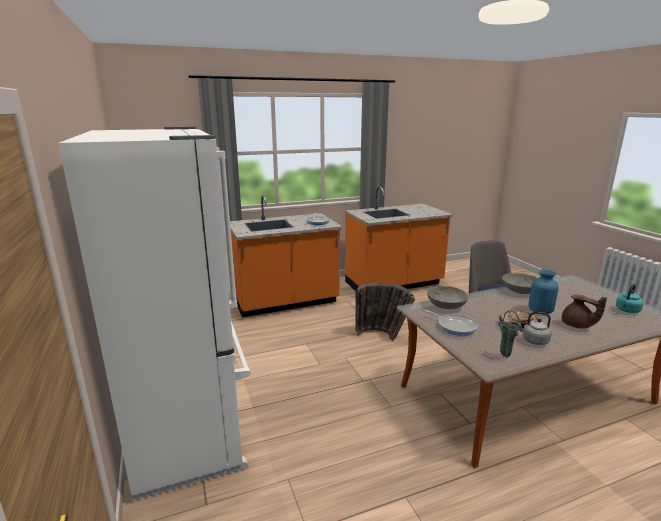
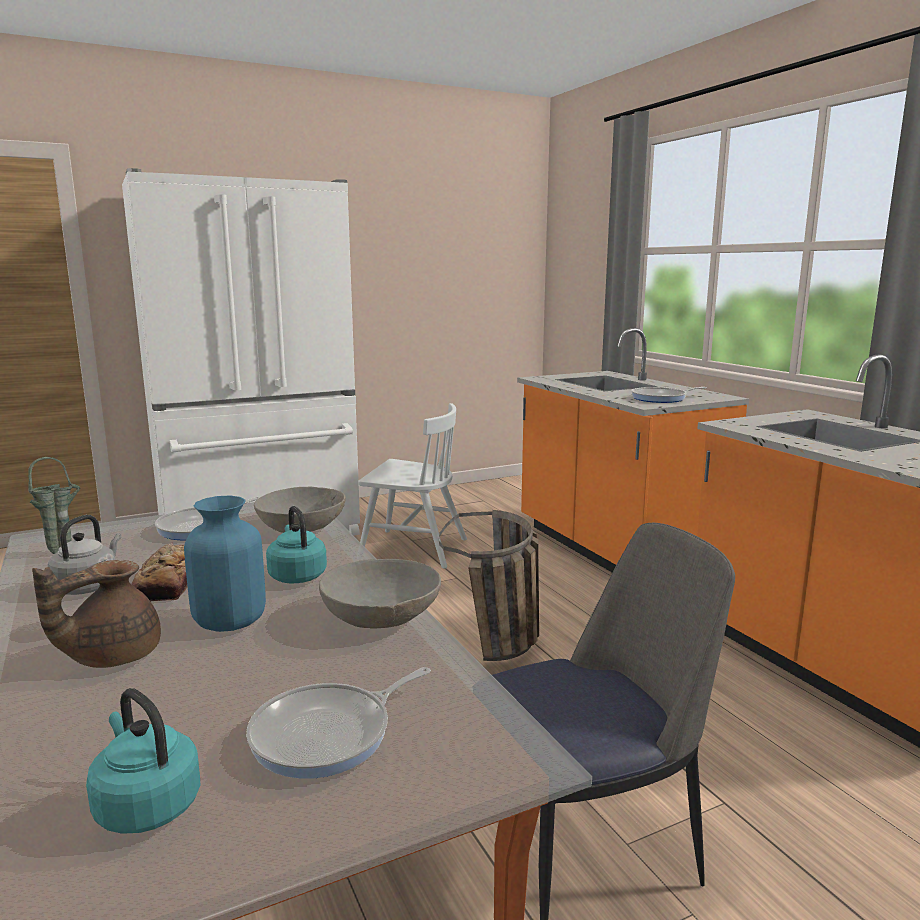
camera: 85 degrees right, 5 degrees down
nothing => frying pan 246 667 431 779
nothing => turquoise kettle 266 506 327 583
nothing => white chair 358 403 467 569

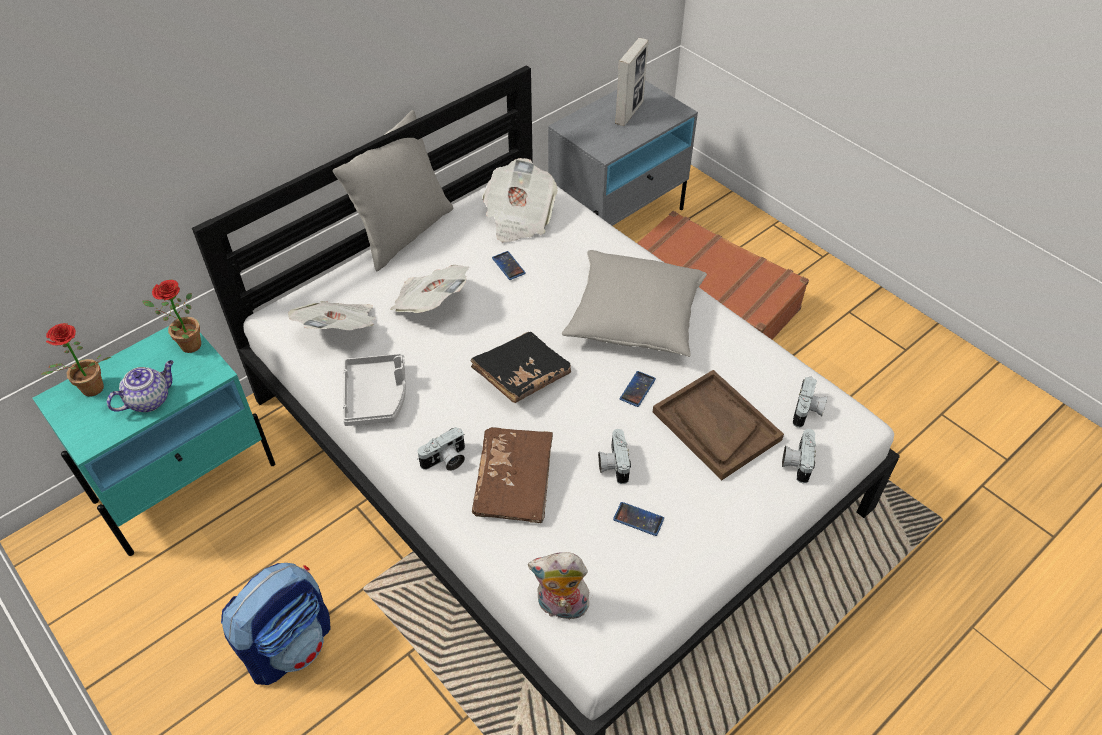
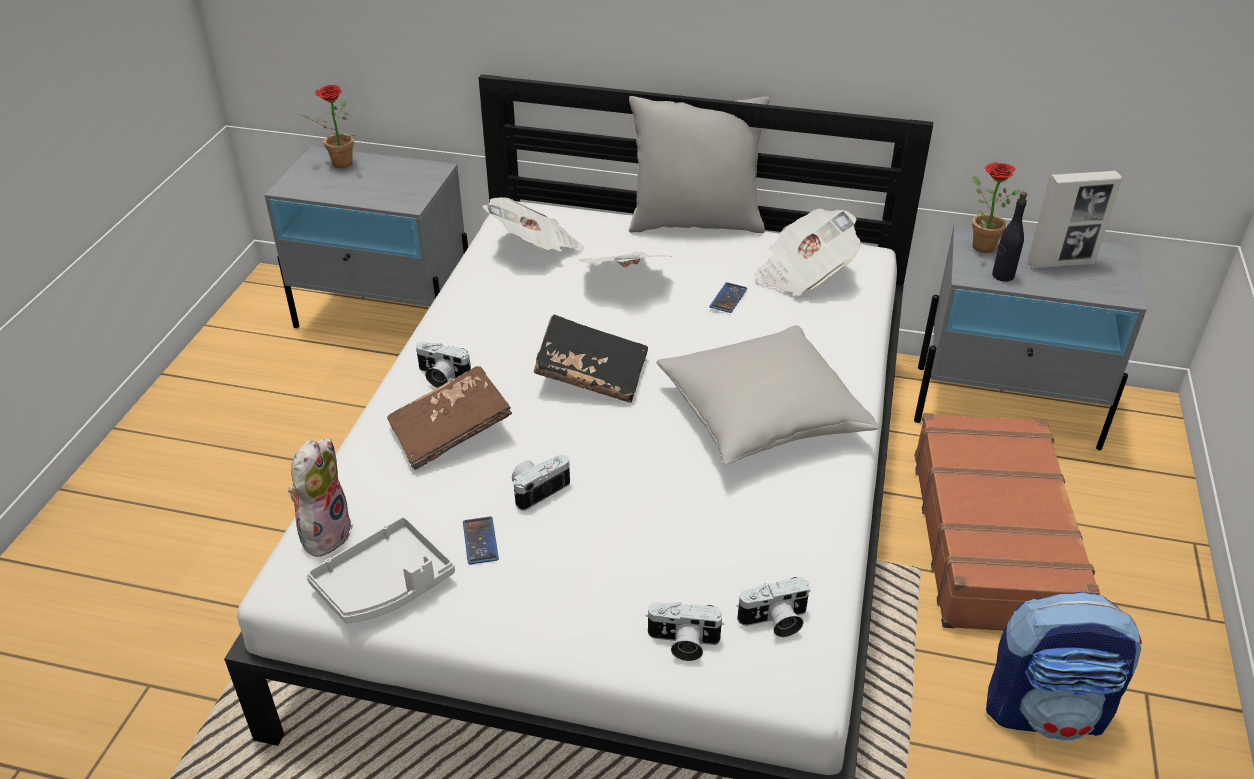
camera: 55 degrees right, 10 degrees down
teapot 107 360 174 412 => nothing
phone 620 371 656 407 => nothing
brown tray 653 370 784 481 => nothing
nothing => black bottle 992 192 1027 282
potted plant 142 280 201 353 => potted plant 972 162 1021 253, move
backpack 221 563 331 685 => backpack 986 592 1142 741, move
grey tray 343 353 406 426 => grey tray 306 517 455 624, move
turquoise nightstand 33 326 275 556 => grey nightstand 264 146 468 328
plush toy 528 552 589 624 => plush toy 288 438 353 560, 45 degrees clockwise
photo camera 782 429 816 483 => photo camera 645 602 725 661, 150 degrees counterclockwise

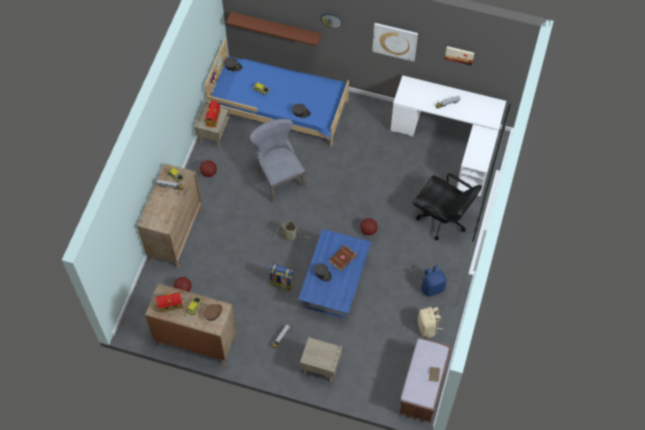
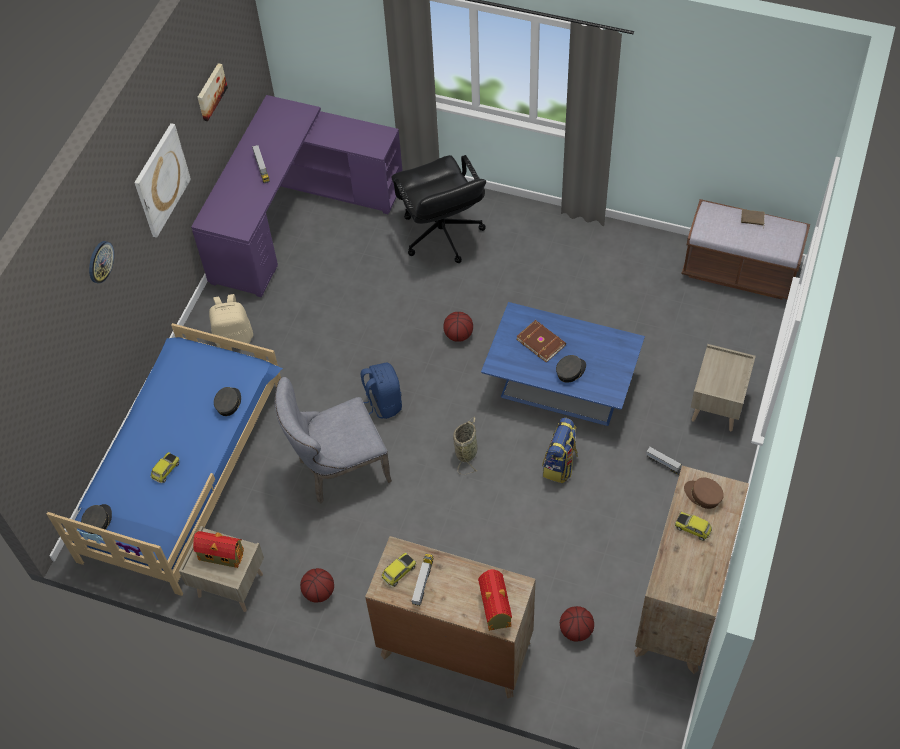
camera: 85 degrees left, 5 degrees down
brown shelf 226 12 321 46 => nothing
toy house 156 292 183 312 => toy house 478 569 512 631, move
beige backpack 418 307 443 338 => beige backpack 209 294 253 348, move
blue backpack 421 265 447 297 => blue backpack 361 362 402 419, move
white desk 391 75 506 196 => purple desk 191 95 403 298
black office chair 413 173 482 240 => black office chair 391 155 486 263, 120 degrees clockwise

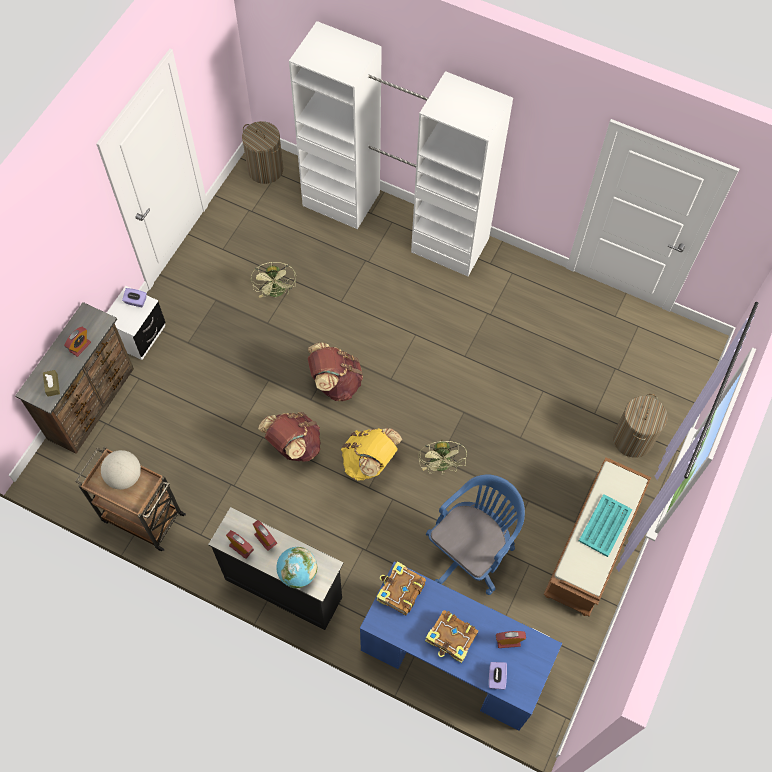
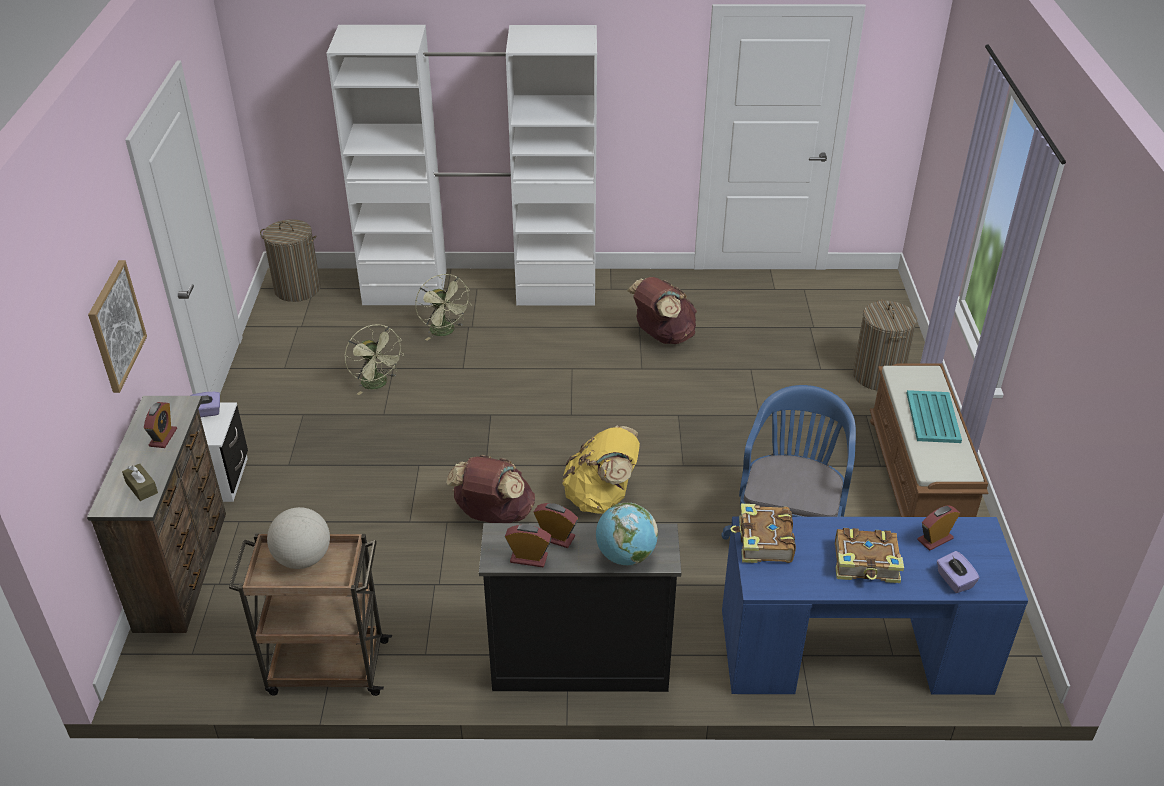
camera: 25 degrees left, 25 degrees down
nothing => picture 88 260 147 393
brown backpack 308 342 363 401 => brown backpack 626 277 697 344, move
green fan 418 440 467 475 => green fan 415 274 472 340, move

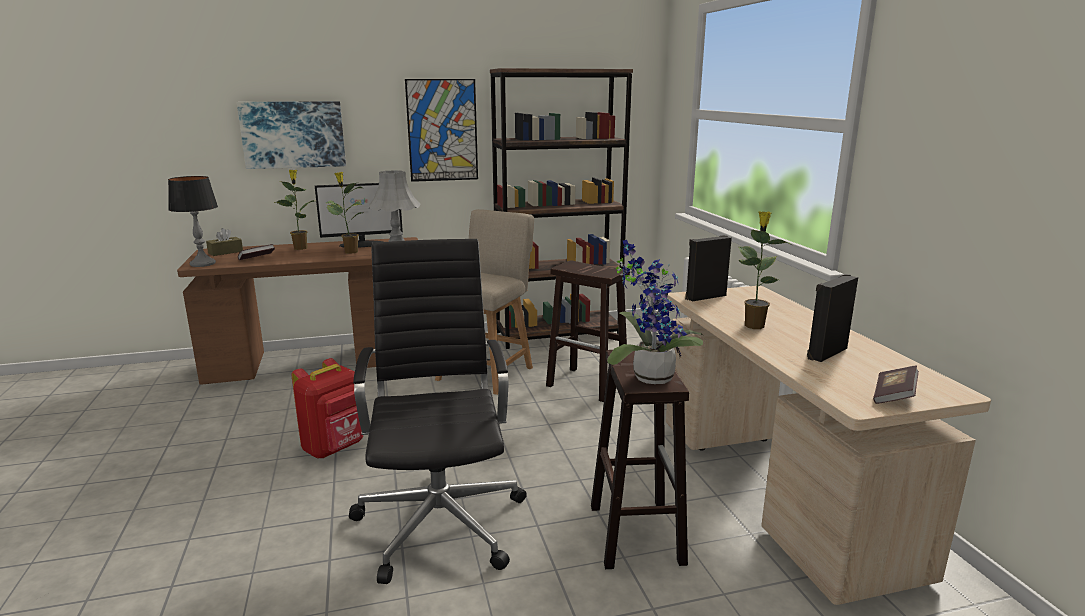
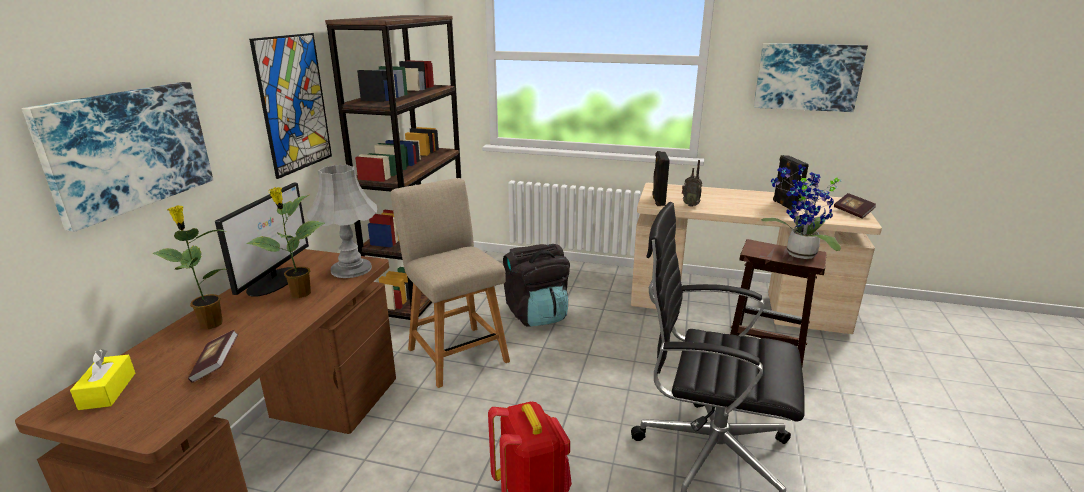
camera: 60 degrees left, 5 degrees up
table lamp 168 176 218 267 => nothing
potted plant 739 211 791 329 => nothing
nothing => radio 682 160 702 207
nothing => picture 754 43 868 112
brown stool 546 260 630 402 => black backpack 503 244 570 327
brown tissue box 206 228 243 256 => yellow tissue box 70 349 135 410

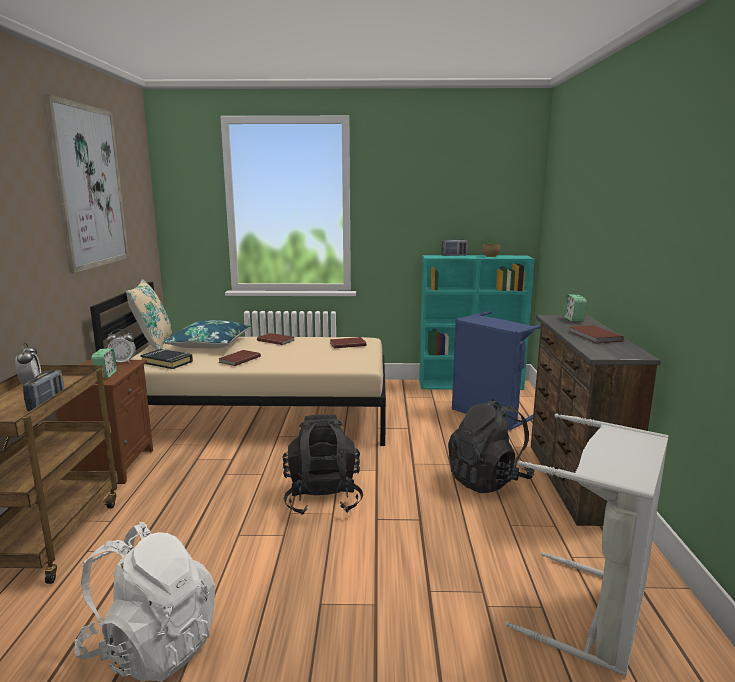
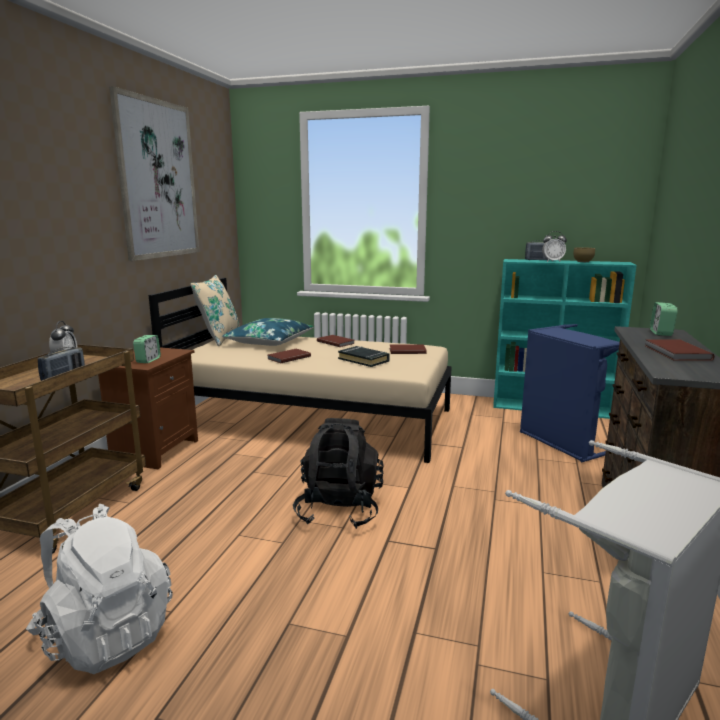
camera: 15 degrees right, 0 degrees up
black backpack 448 399 535 493 => nothing
alarm clock 106 329 136 363 => alarm clock 542 231 567 262, move
black book 140 349 193 369 => black book 338 346 390 367, move

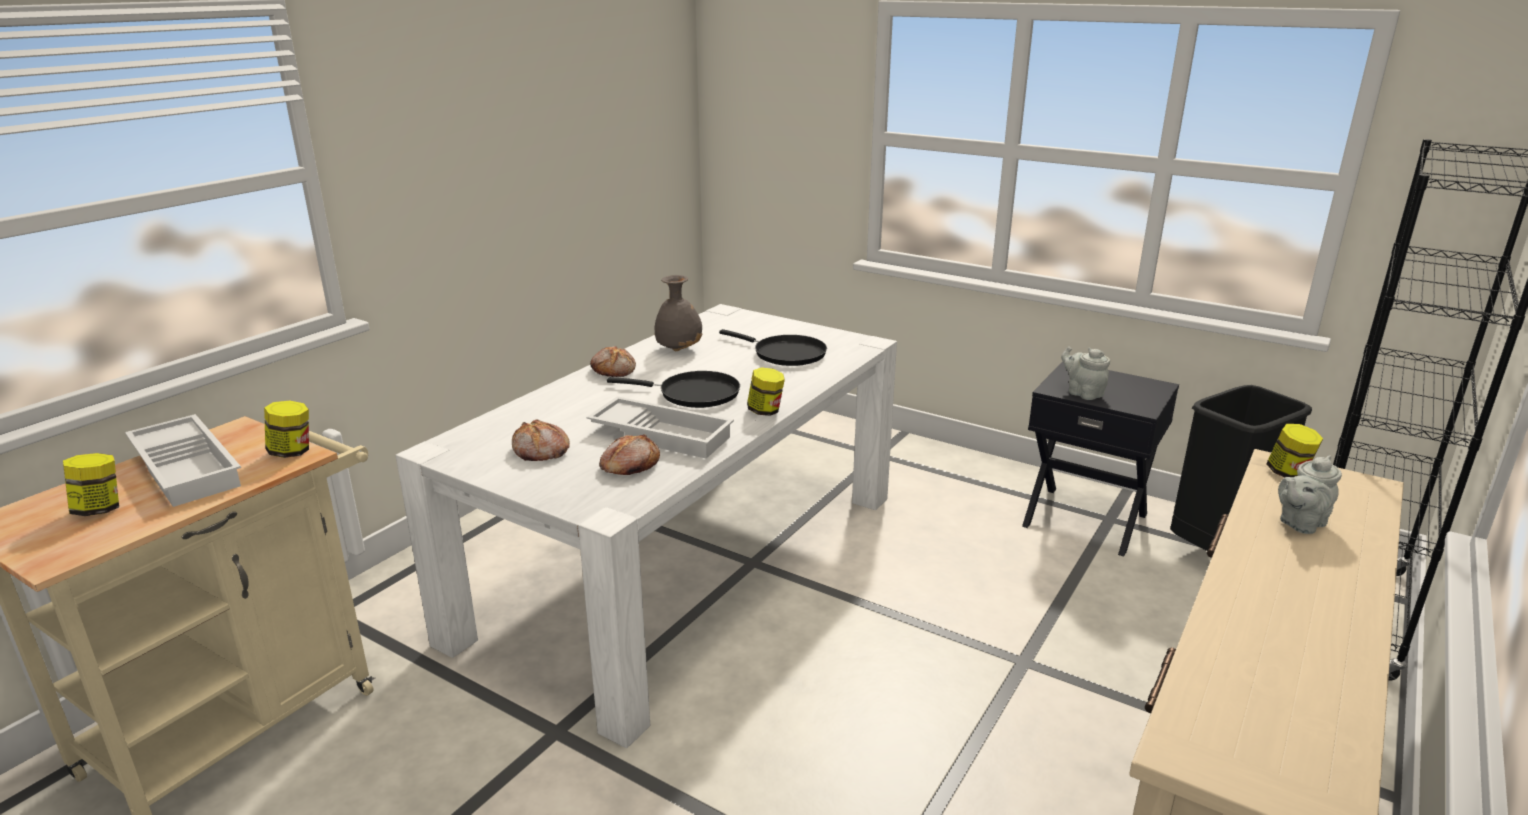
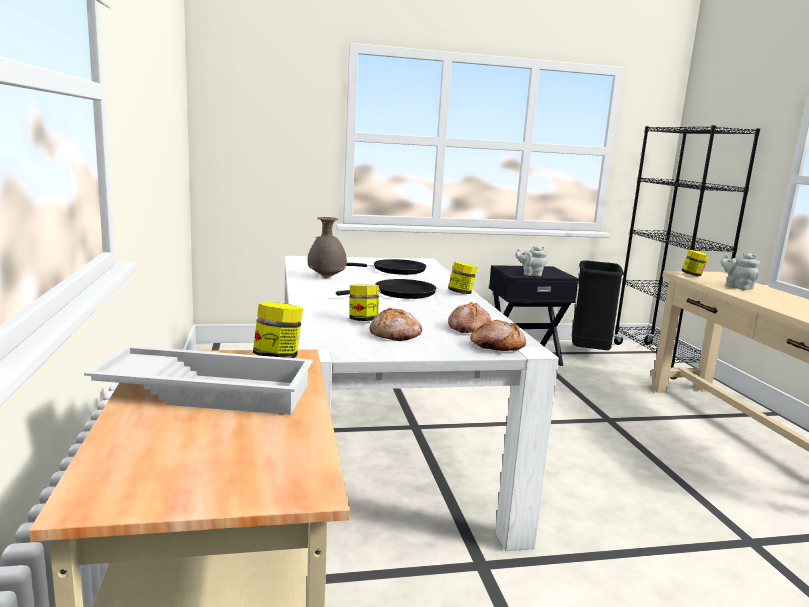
camera: 45 degrees left, 10 degrees down
white tray 587 396 734 459 => nothing
jar 63 453 119 516 => jar 349 284 379 321, move
bread 590 346 636 377 => bread 470 320 526 351, move
grey teapot 1278 455 1342 534 => grey teapot 721 253 760 290, 135 degrees clockwise

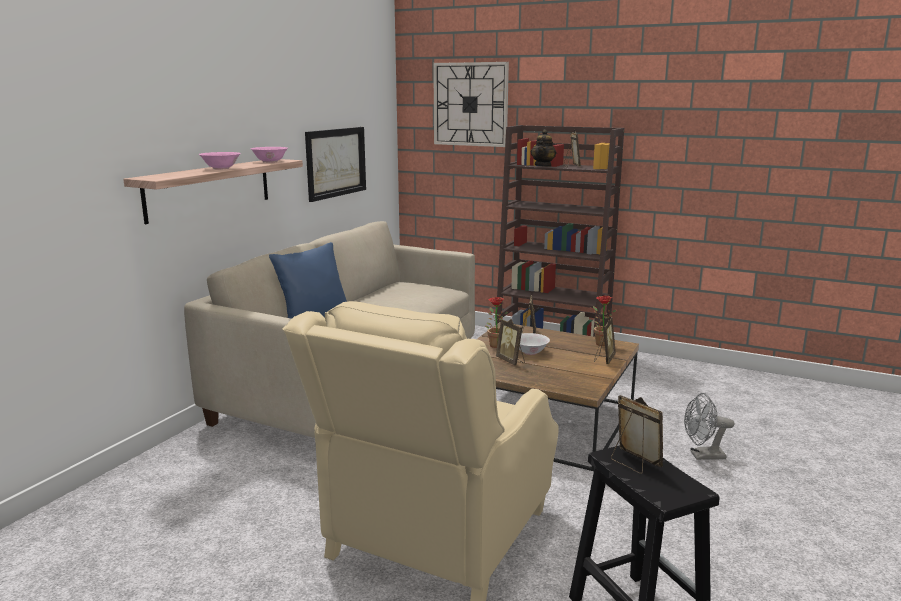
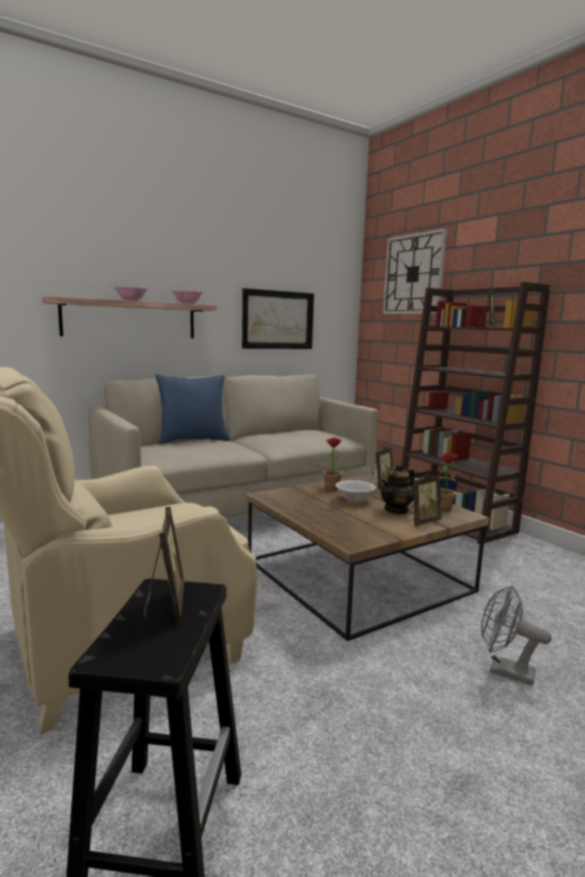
camera: 30 degrees right, 5 degrees down
picture frame 496 319 525 366 => nothing
teapot 531 129 557 167 => teapot 381 463 415 515, move

